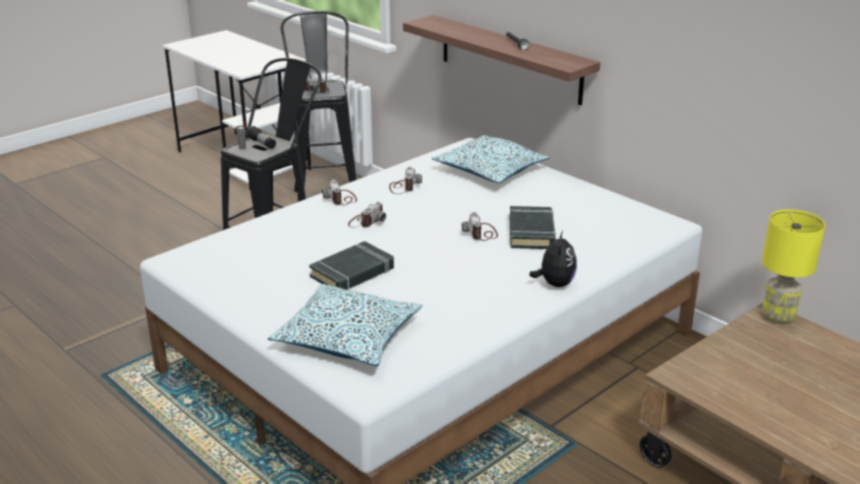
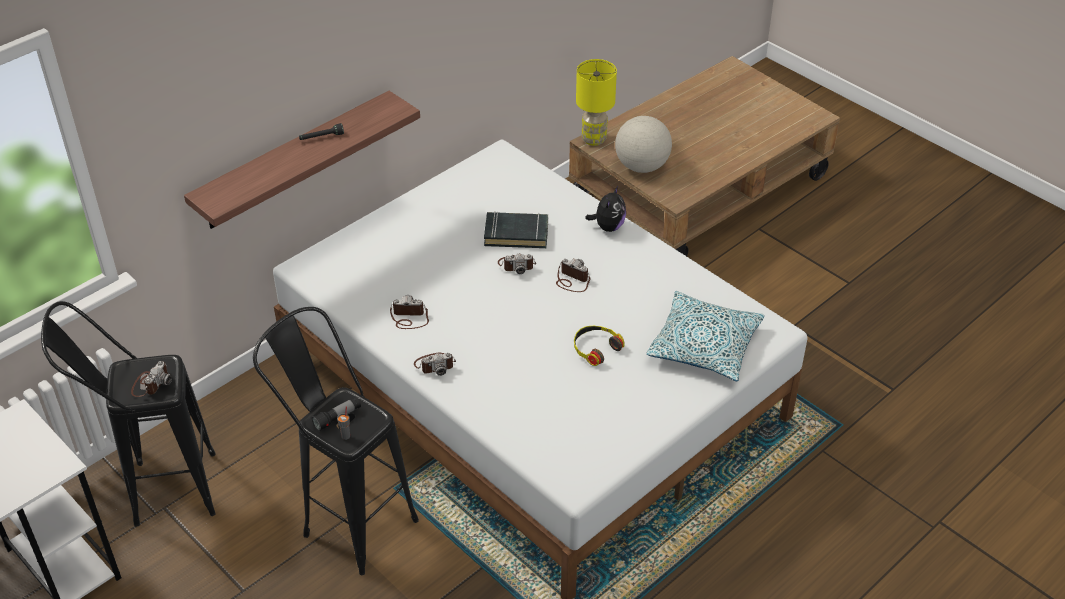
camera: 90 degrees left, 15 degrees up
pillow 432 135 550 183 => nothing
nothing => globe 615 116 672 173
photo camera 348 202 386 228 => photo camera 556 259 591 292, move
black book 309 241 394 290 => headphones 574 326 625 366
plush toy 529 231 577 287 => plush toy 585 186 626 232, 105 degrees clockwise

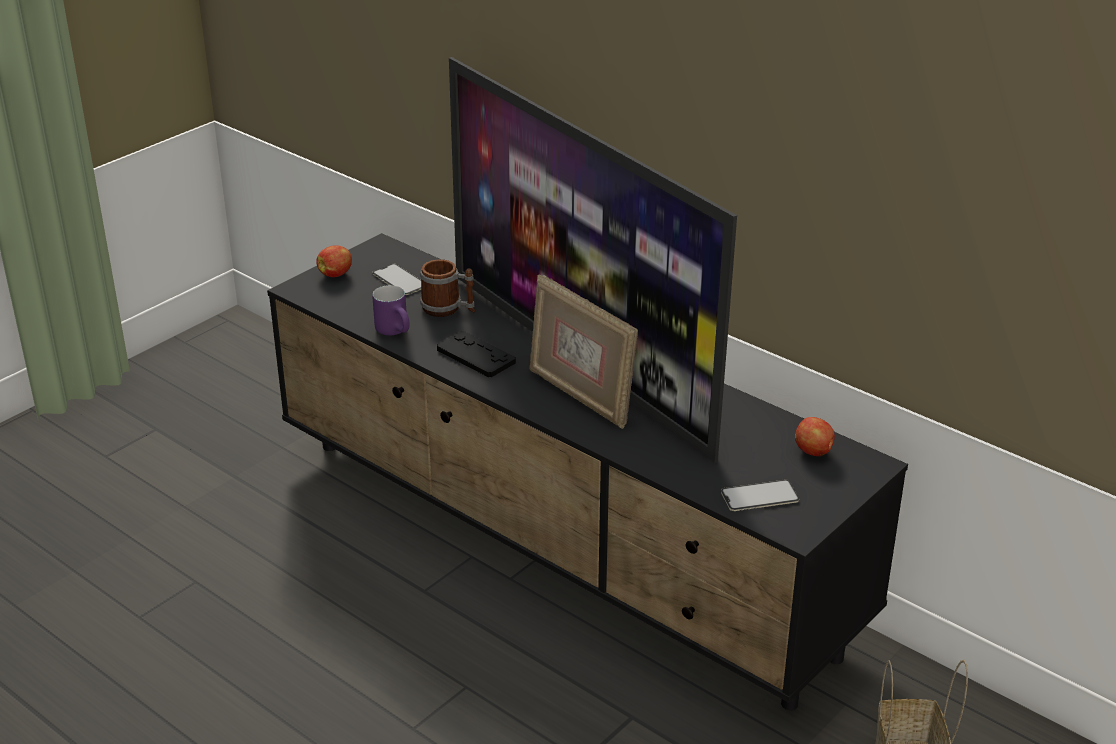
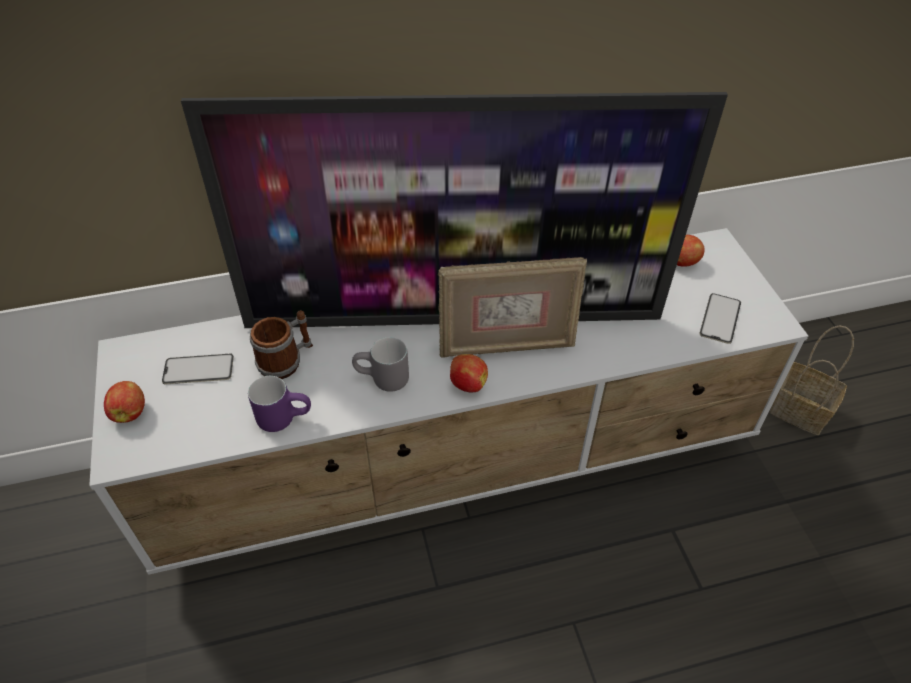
camera: 55 degrees left, 15 degrees up
nothing => apple 450 354 488 392
black game controller 437 331 516 377 => grey mug 352 337 409 392
black tv stand 267 233 908 710 => white tv stand 89 228 808 575

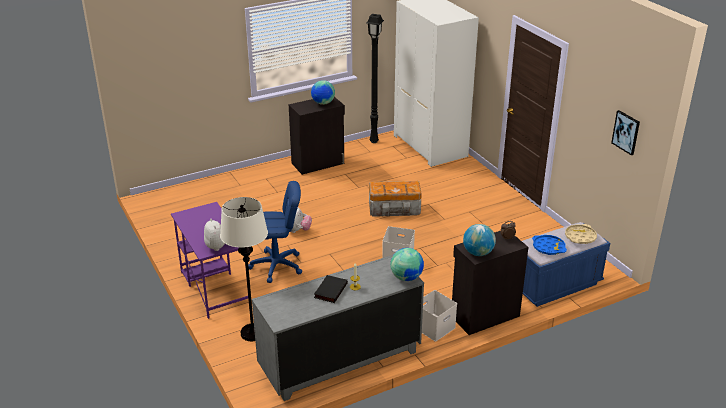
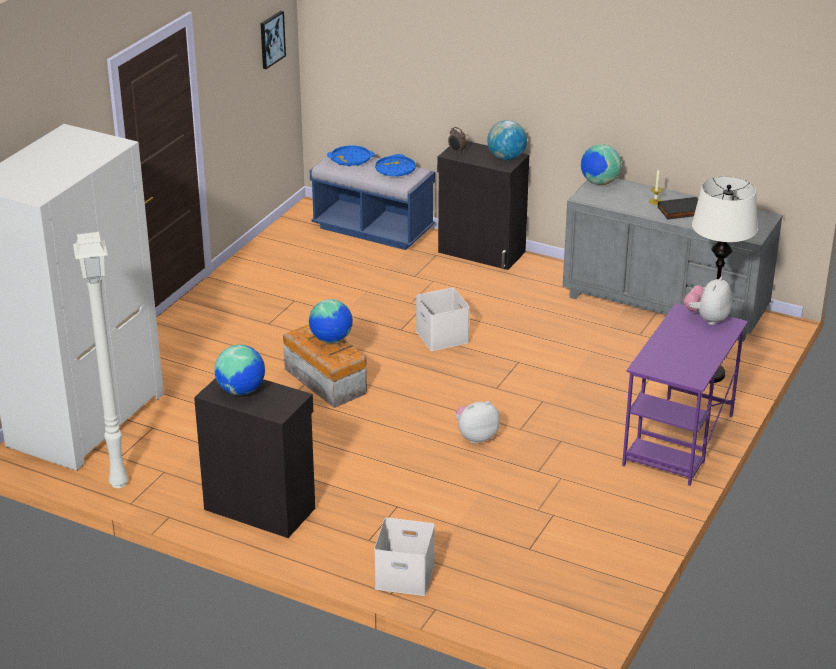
camera: 125 degrees left, 0 degrees up
blue office chair 248 181 302 283 => nothing
nothing => globe 309 299 353 343
white storage box 422 290 457 342 => white storage box 374 517 435 596, move
black floor lamp 366 14 384 143 => white floor lamp 73 232 128 488
beige tray 565 224 597 244 => blue tray 327 146 375 166

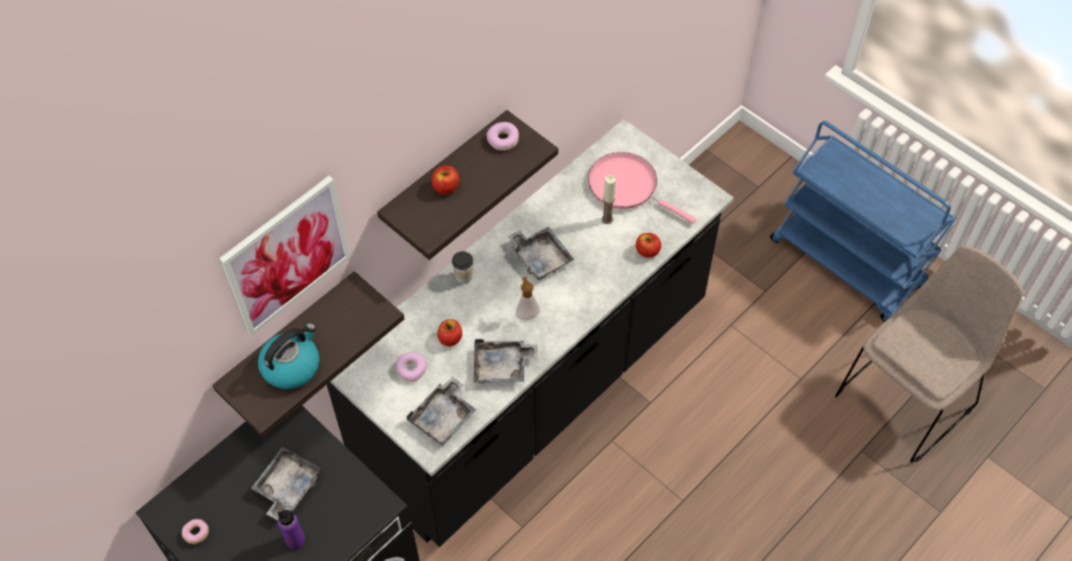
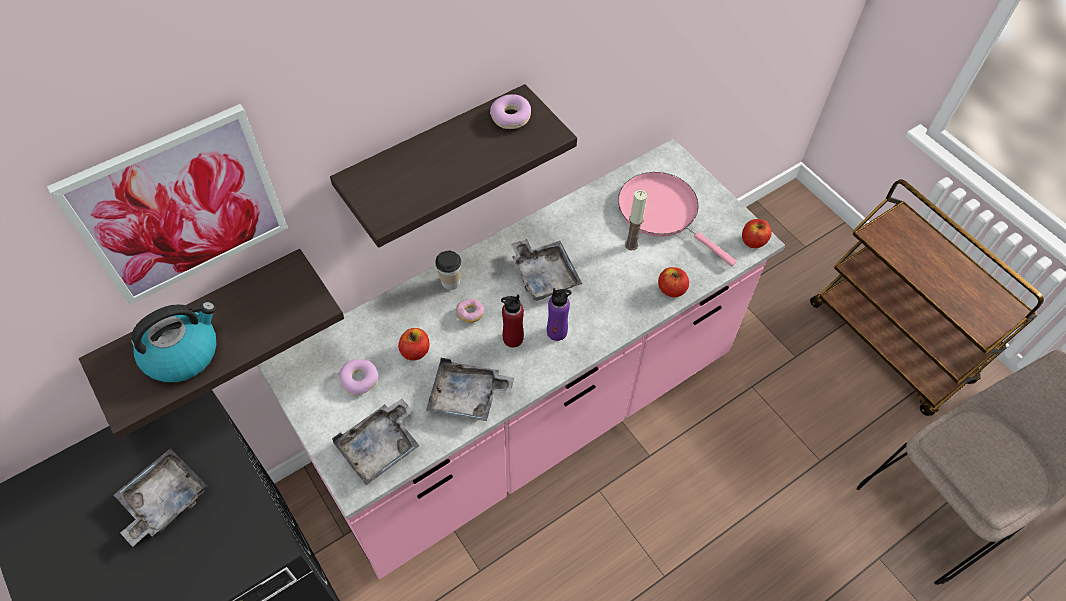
camera: 10 degrees right, 0 degrees up
donut 182 519 209 544 => donut 456 299 484 323, move
purple bottle 278 510 305 549 => purple bottle 547 288 572 341, move
apple 432 166 459 195 => apple 742 219 772 248, move
soap dispenser 516 277 540 320 => red bottle 501 295 524 347
black counter 327 119 734 547 => pink counter 257 139 785 579
blue cart 770 121 956 322 => brown cart 810 179 1044 416

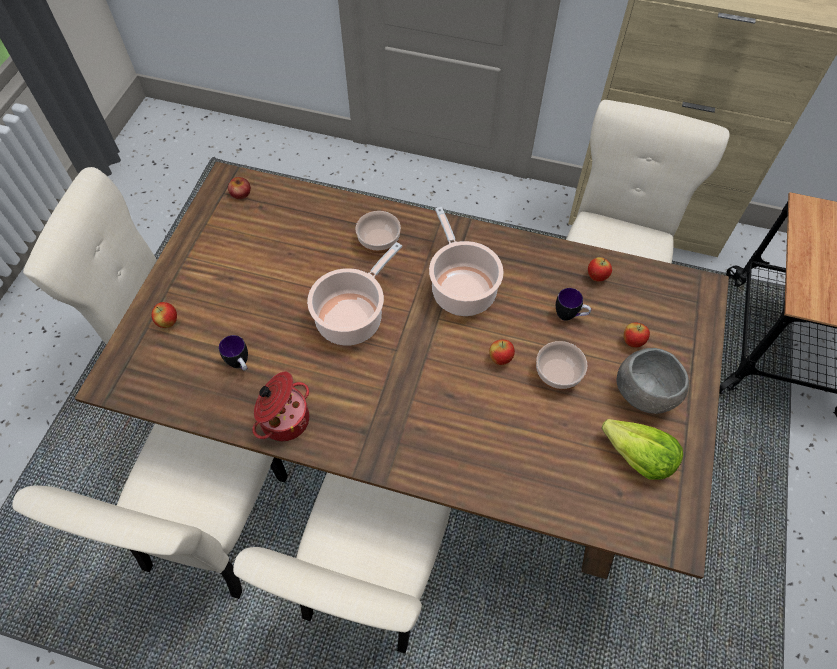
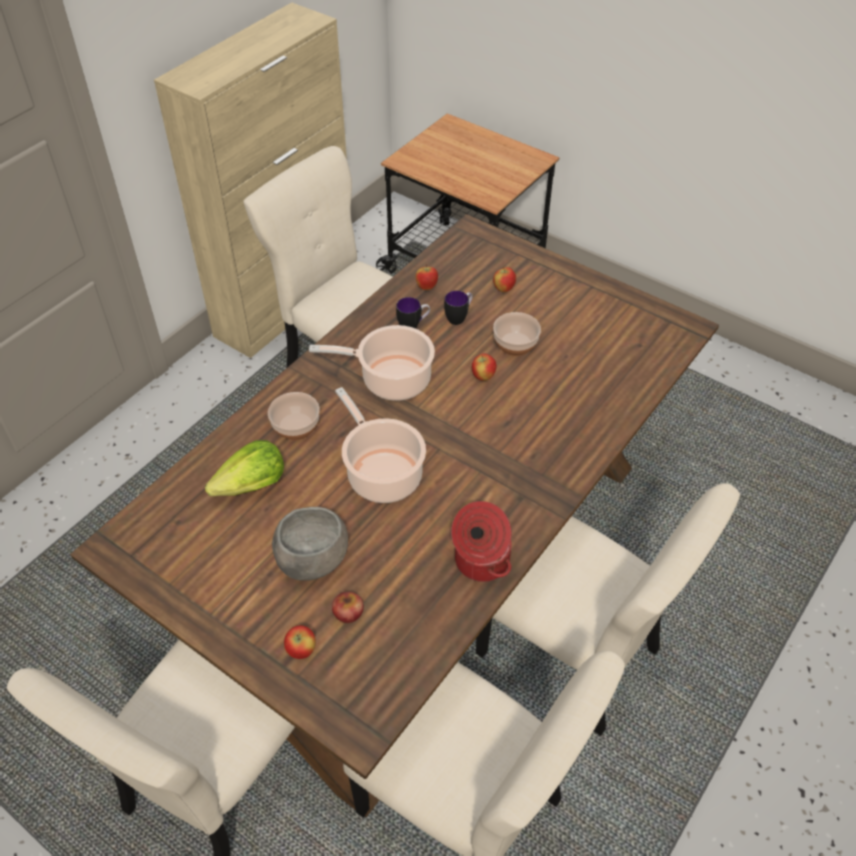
camera: 70 degrees left, 10 degrees down
mug 219 335 248 371 => mug 396 297 430 329, move
apple 228 177 251 199 => apple 332 592 364 623, move
lettuce 601 419 683 480 => lettuce 205 440 284 496, move
grey bowl 616 348 689 414 => grey bowl 272 507 348 581, move

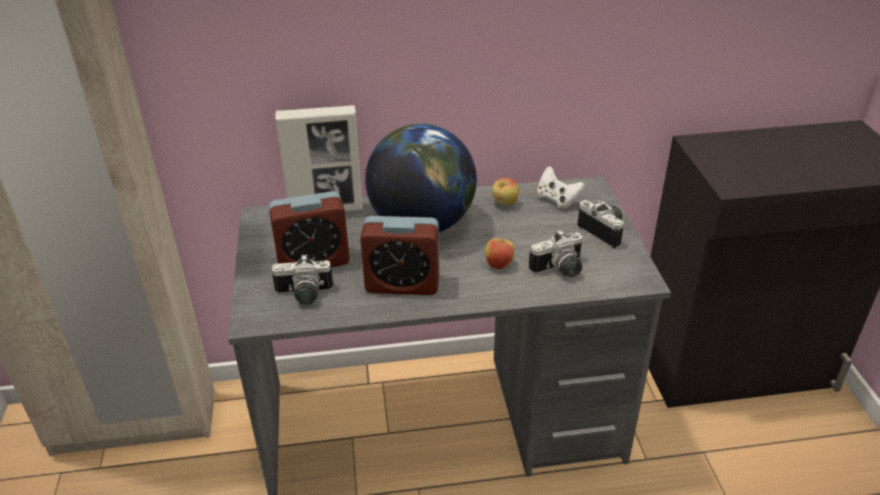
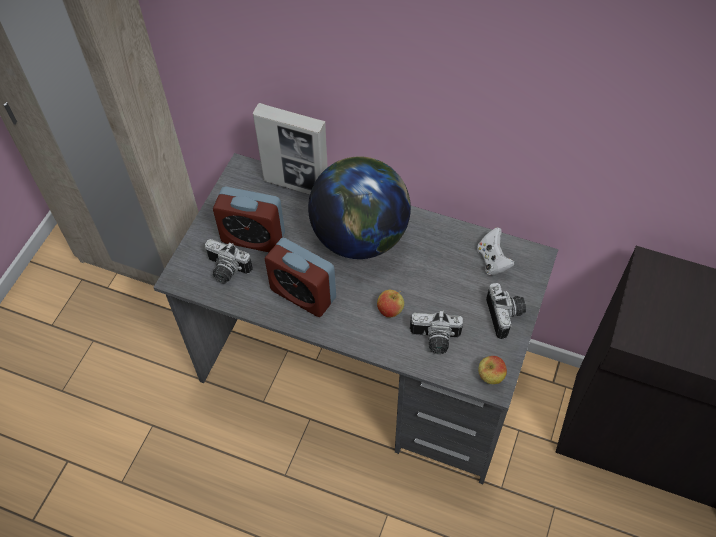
camera: 30 degrees right, 20 degrees up
apple 492 178 519 205 => apple 478 356 507 384, move

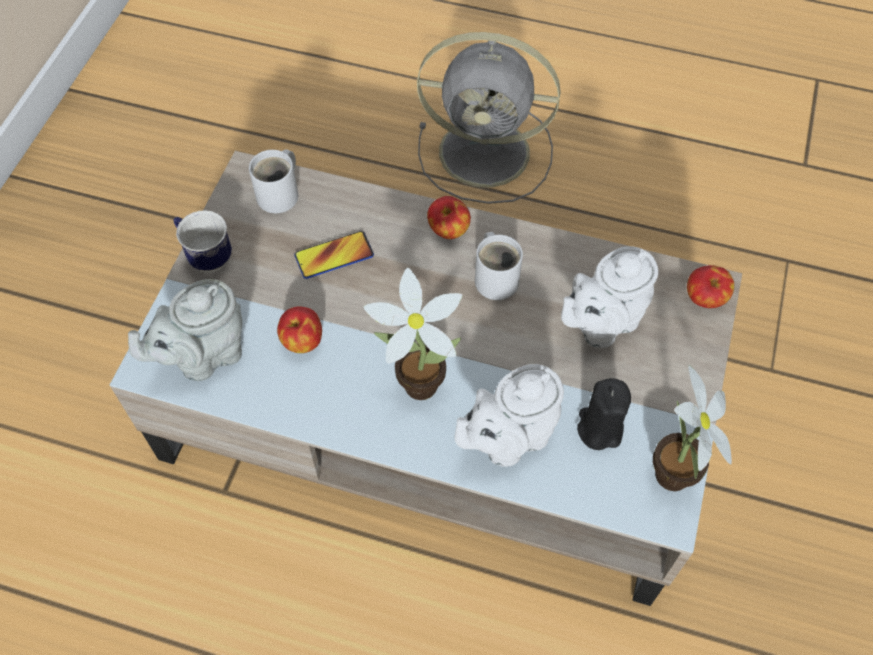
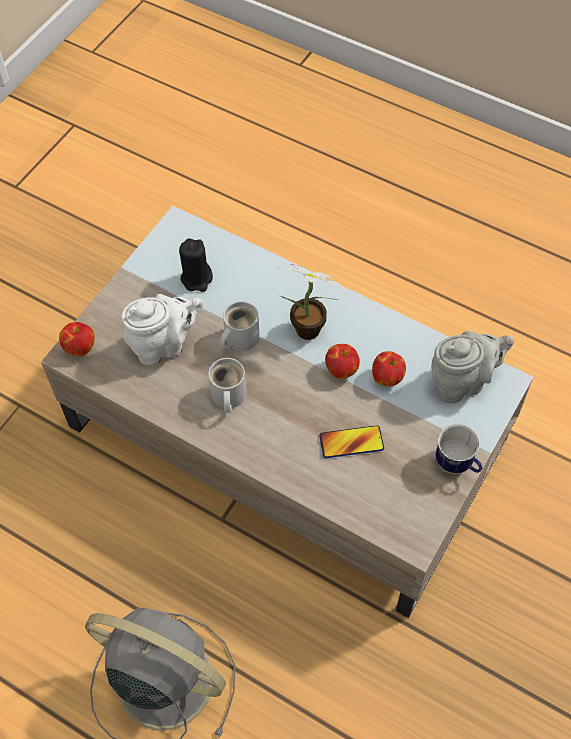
camera: 165 degrees left, 0 degrees up
white teapot 454 364 564 467 => nothing
potted plant 653 365 732 491 => nothing
white mug 249 149 298 213 => white mug 220 301 260 351, move
apple 427 196 471 239 => apple 325 344 360 379, move

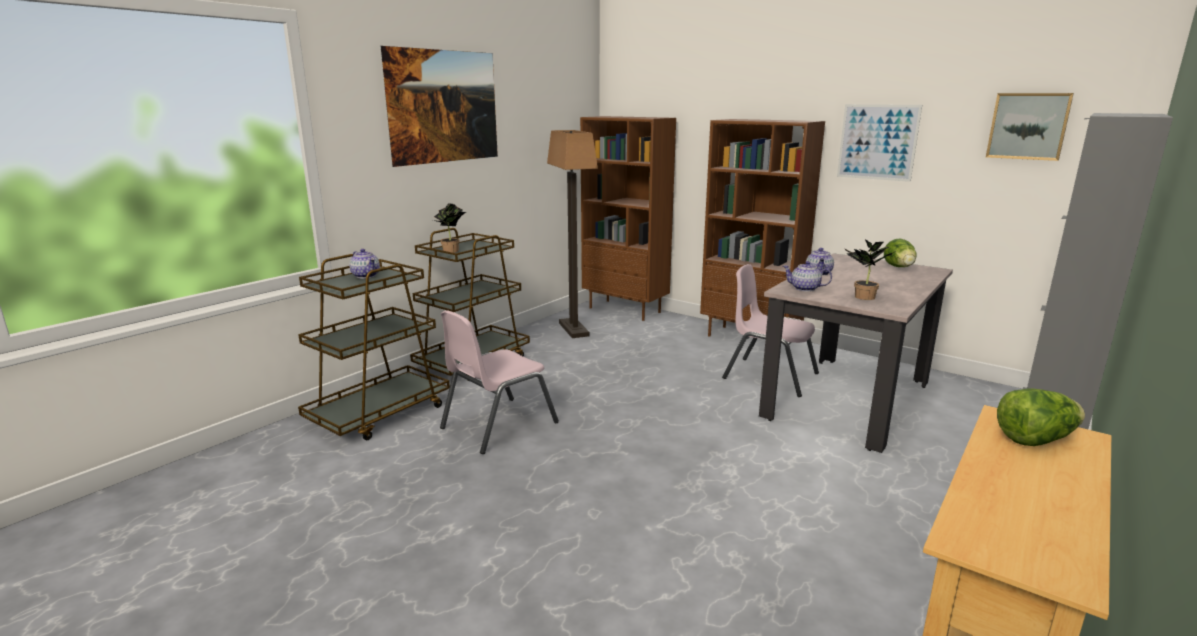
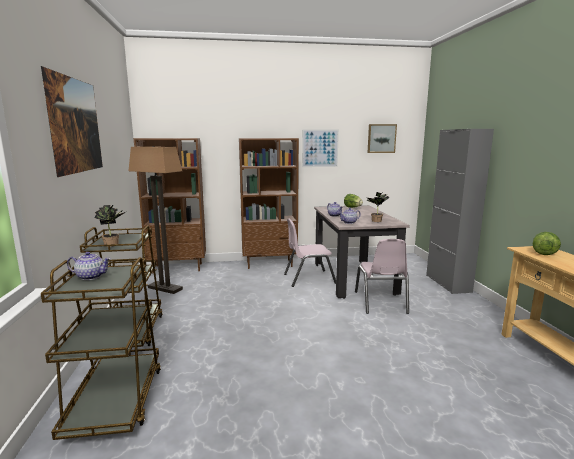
camera: 45 degrees left, 5 degrees down
pink chair 440 310 559 454 => pink chair 355 239 409 314, move

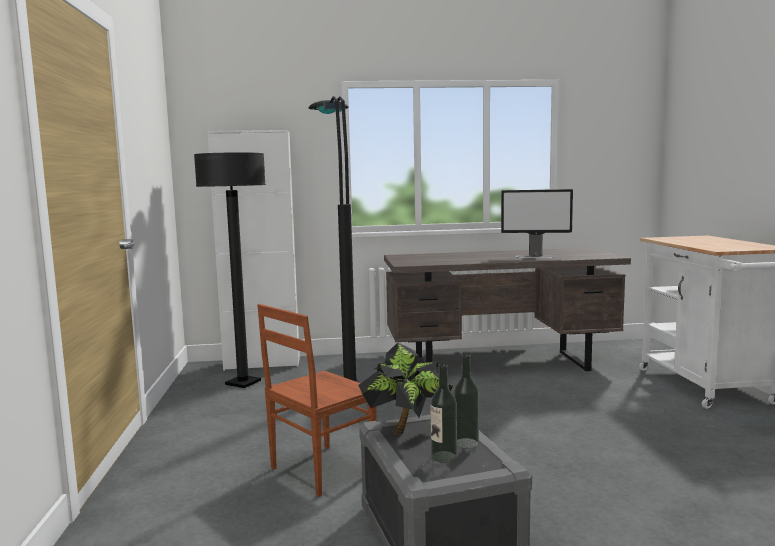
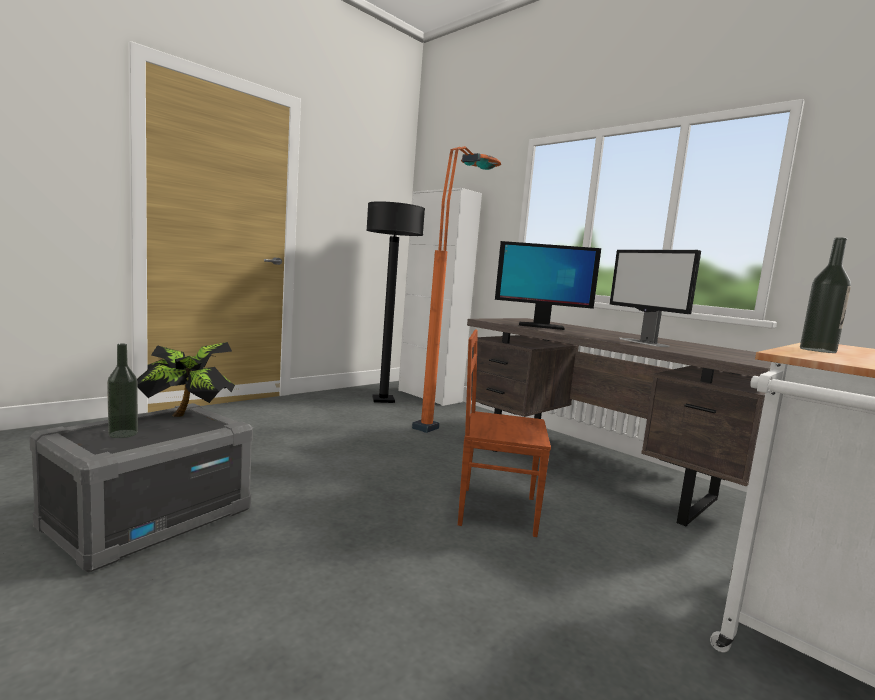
camera: 50 degrees right, 0 degrees up
nothing => monitor 495 241 601 330
brown chair 257 304 377 497 => brown chair 458 330 551 537, move
bottle 454 354 479 449 => bottle 800 237 851 353, move
black floor lamp 309 96 361 383 => orange floor lamp 412 146 501 433

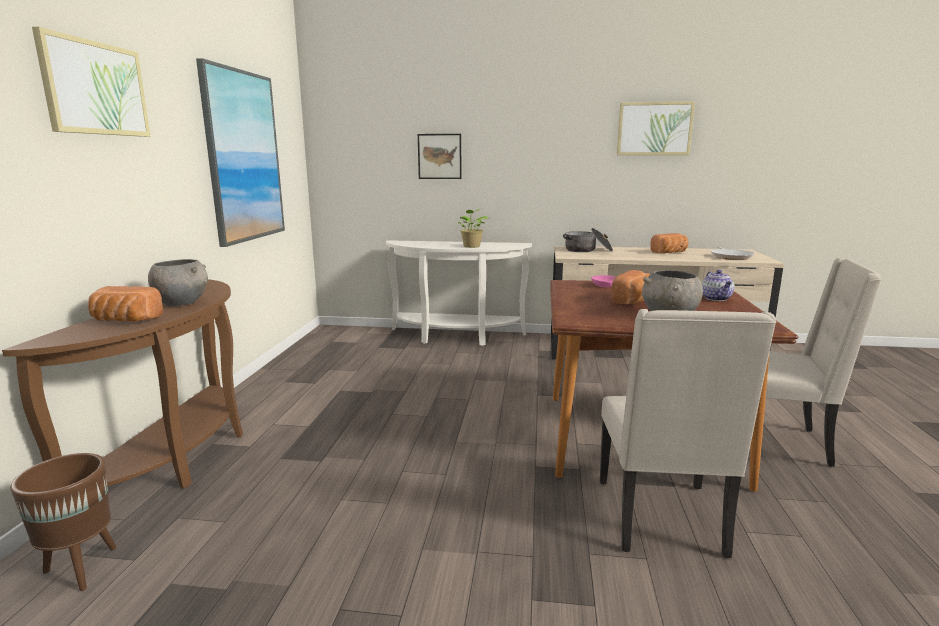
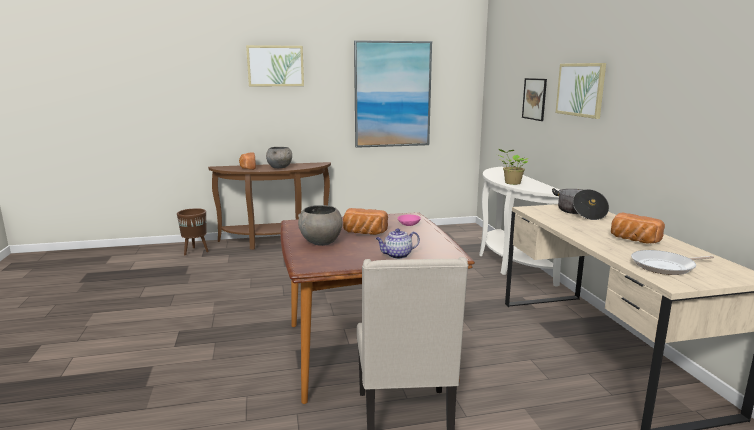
camera: 70 degrees right, 0 degrees up
beige chair 600 309 776 558 => nothing
picture 617 101 695 155 => picture 555 63 606 119, move

